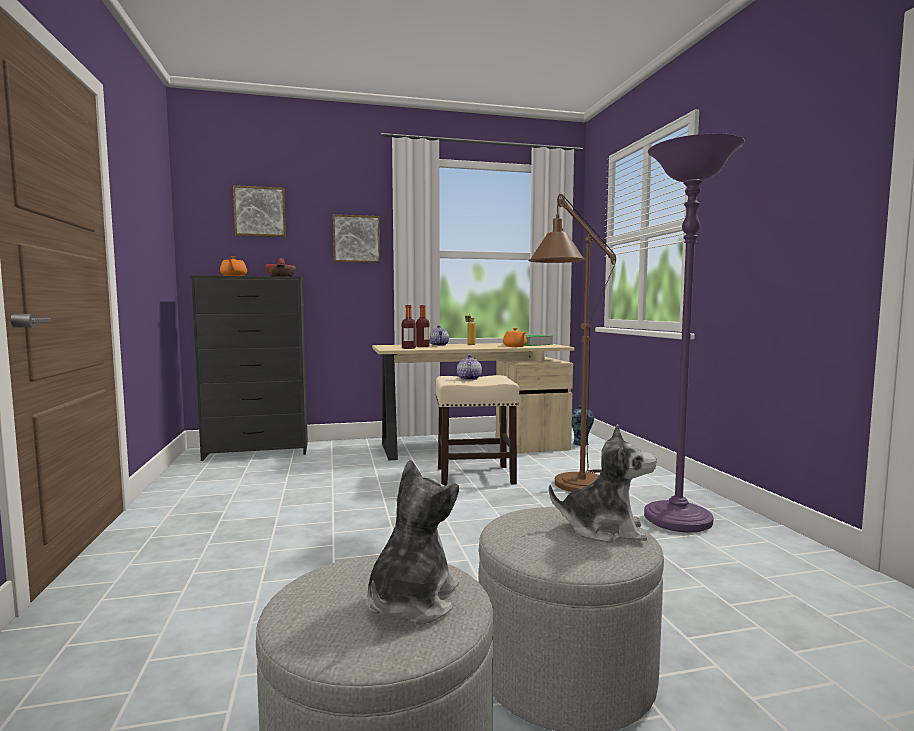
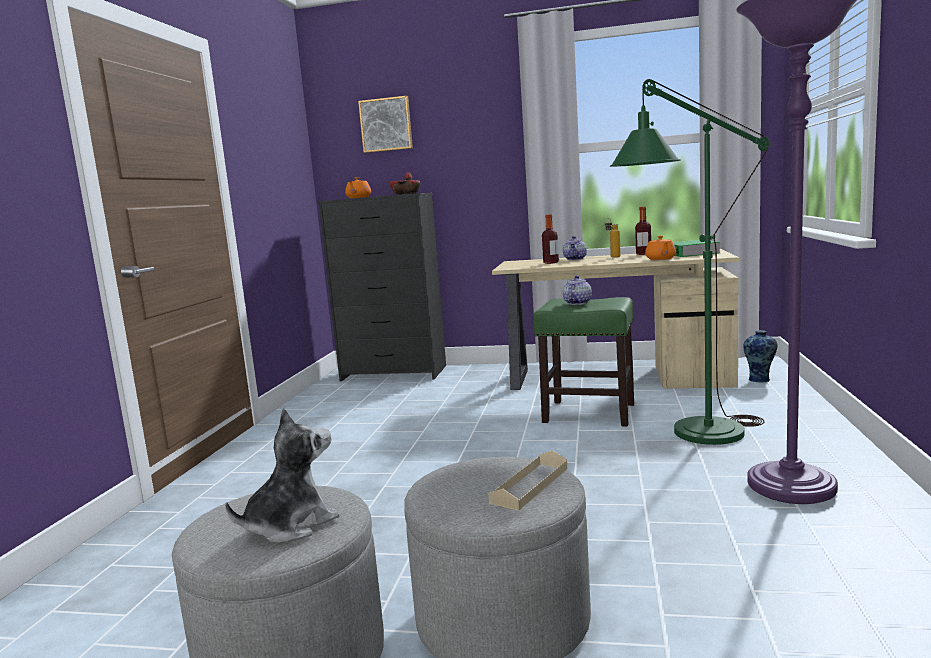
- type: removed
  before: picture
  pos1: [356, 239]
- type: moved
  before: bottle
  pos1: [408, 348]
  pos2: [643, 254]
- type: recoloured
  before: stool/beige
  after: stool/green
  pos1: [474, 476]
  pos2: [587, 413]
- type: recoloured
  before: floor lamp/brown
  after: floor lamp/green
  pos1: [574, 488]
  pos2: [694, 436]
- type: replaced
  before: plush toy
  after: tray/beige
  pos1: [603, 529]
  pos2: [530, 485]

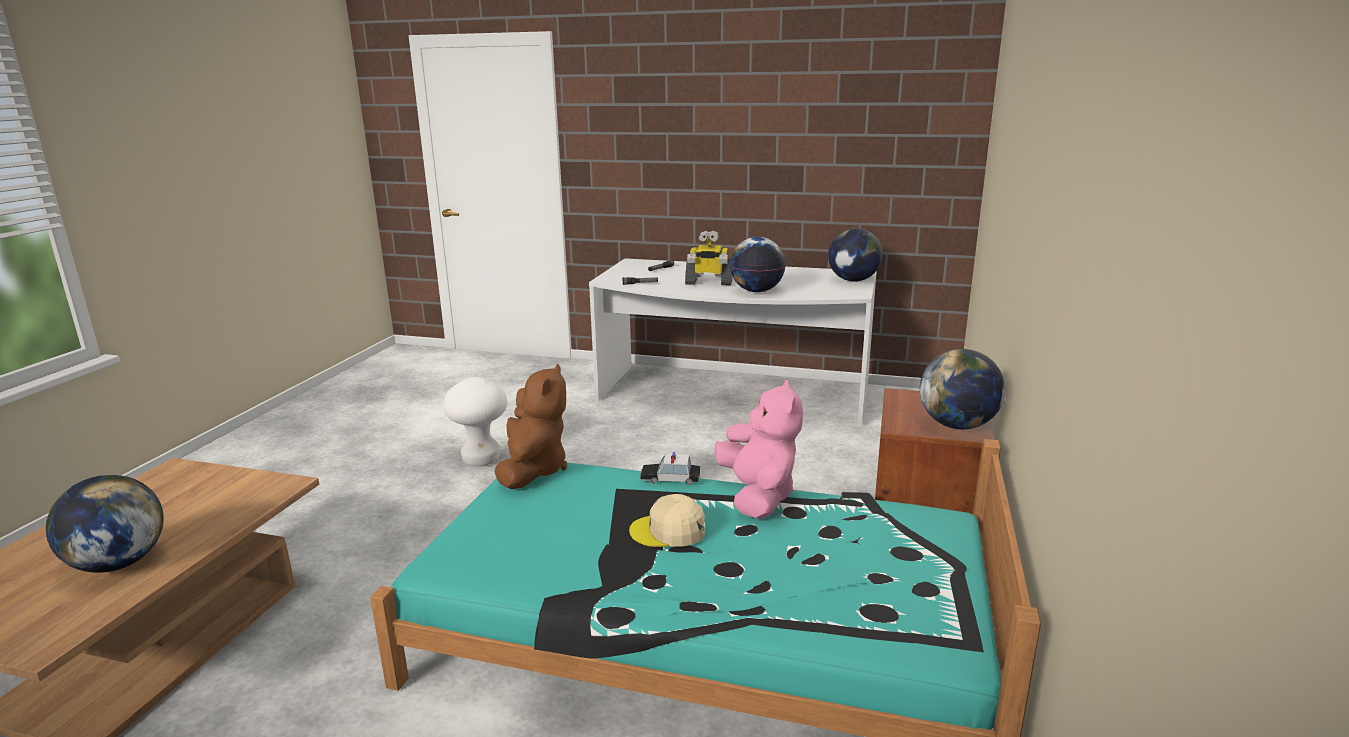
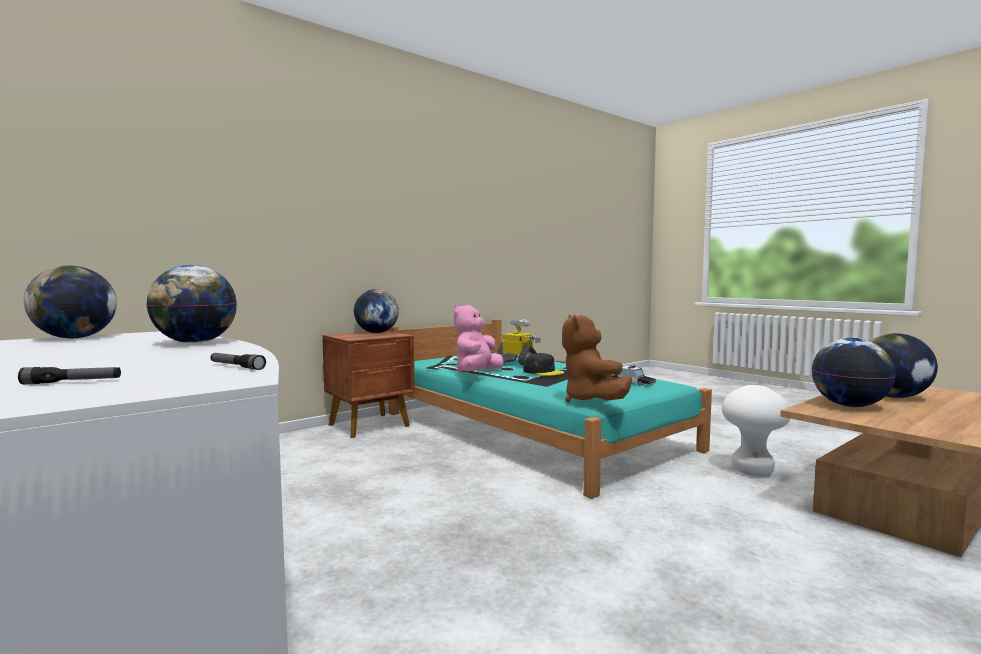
- type: moved
  before: stool/white
  pos1: [481, 460]
  pos2: [752, 471]
- type: turned
  before: plush toy/brown
  pos1: [533, 470]
  pos2: [591, 401]
  turn: -45
- type: recoloured
  before: cap/beige
  after: cap/black
  pos1: [668, 531]
  pos2: [543, 372]
- type: moved
  before: toy car
  pos1: [670, 478]
  pos2: [633, 383]
- type: moved
  before: toy robot
  pos1: [708, 282]
  pos2: [518, 362]
- type: added
  after: globe
  pos2: [849, 406]

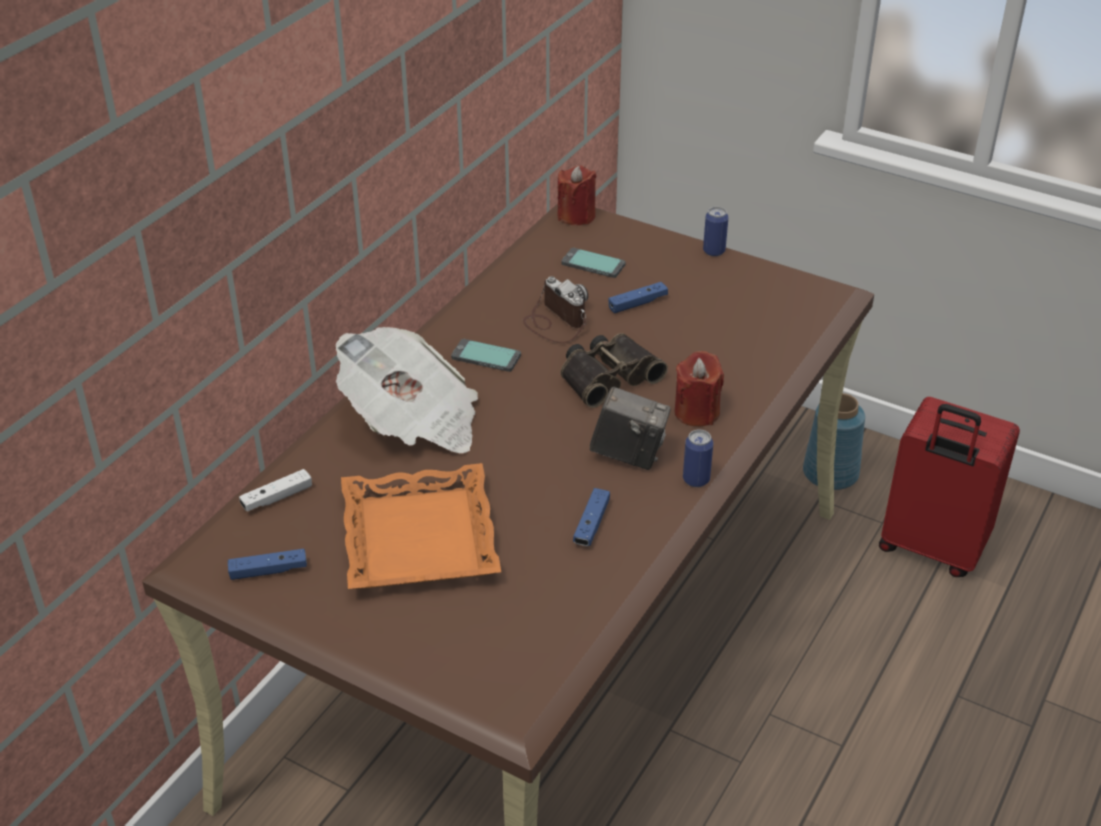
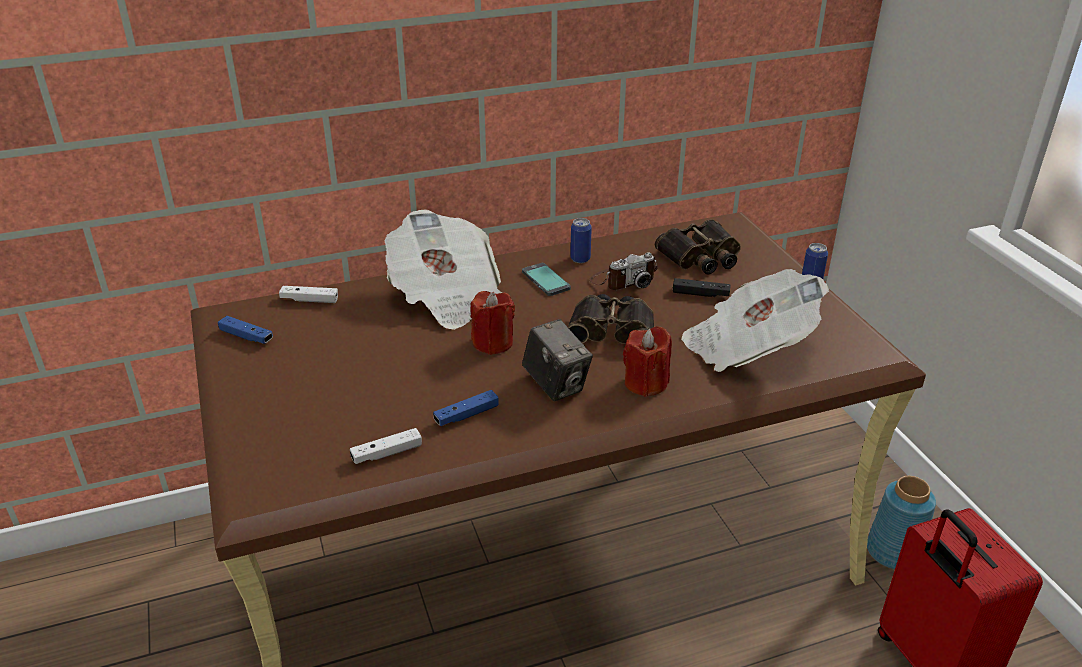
- type: removed
  before: tray/orange
  pos1: [421, 538]
- type: turned
  before: photo camera
  pos1: [555, 321]
  pos2: [623, 280]
  turn: 60
- type: moved
  before: candle/red
  pos1: [576, 216]
  pos2: [492, 343]
- type: replaced
  before: phone
  after: binoculars
  pos1: [593, 264]
  pos2: [701, 257]
- type: recoloured
  before: game controller/blue
  after: game controller/black
  pos1: [637, 303]
  pos2: [700, 294]
- type: moved
  before: can
  pos1: [696, 479]
  pos2: [580, 259]
- type: added
  after: game controller/white
  pos2: [387, 453]
- type: added
  after: newspaper
  pos2: [747, 348]

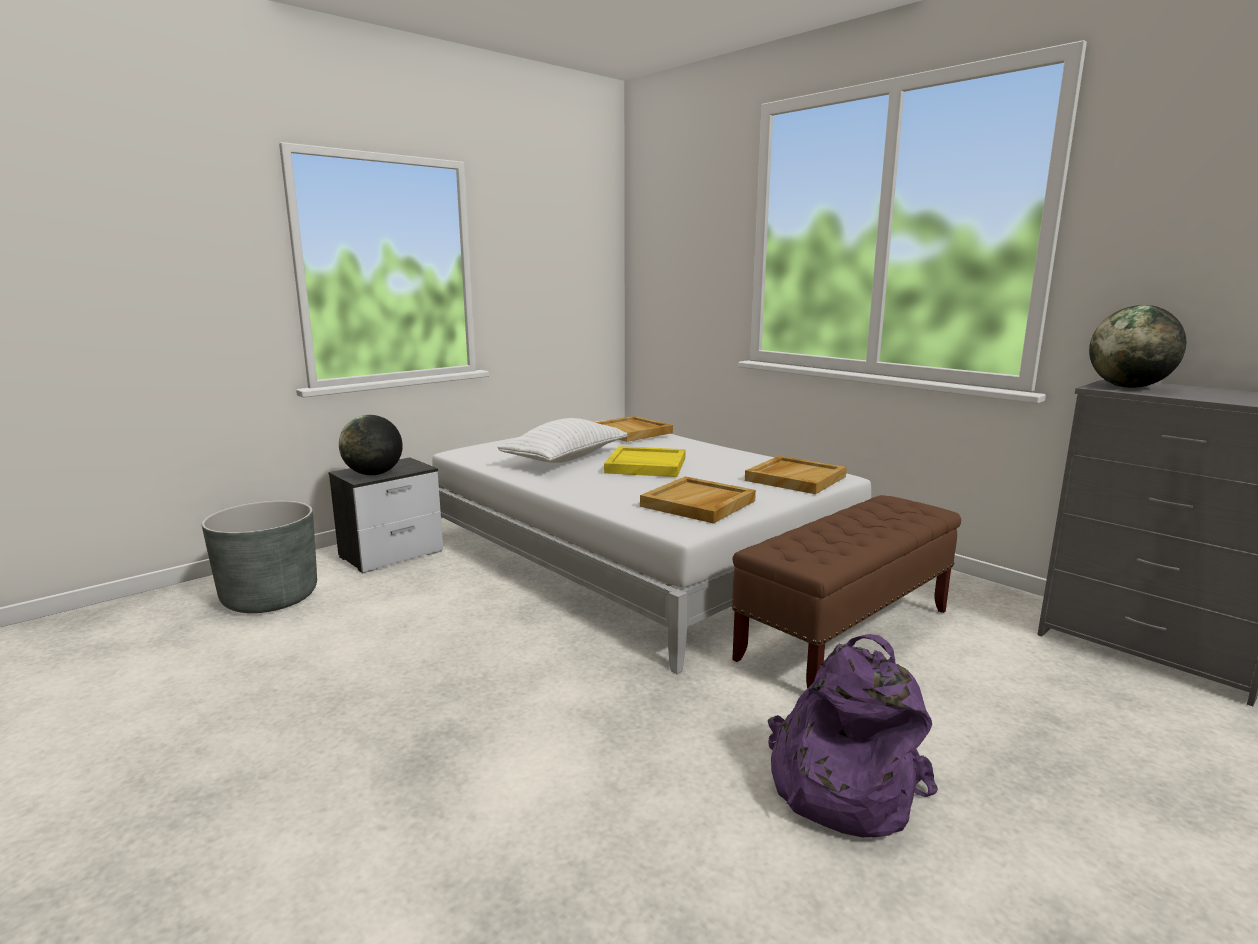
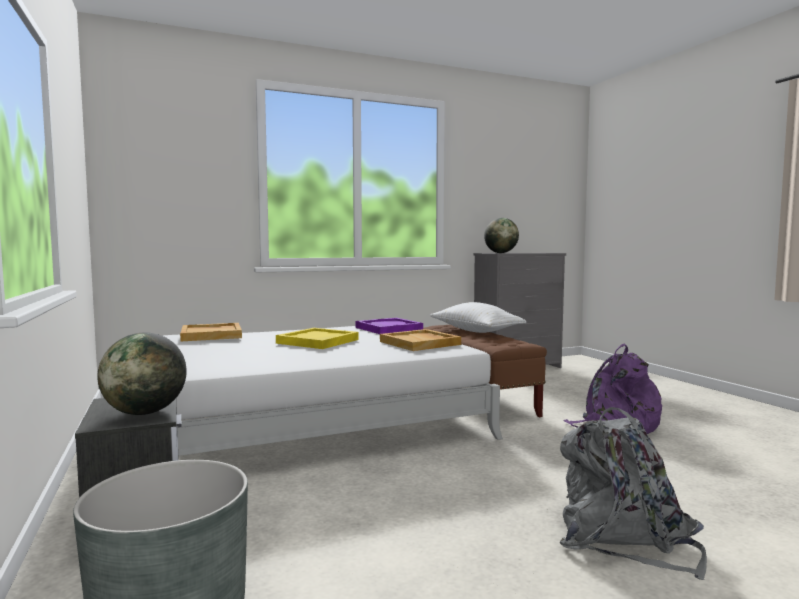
- type: moved
  before: pillow/white
  pos1: [565, 459]
  pos2: [475, 331]
- type: recoloured
  before: tray/beige
  after: tray/purple
  pos1: [795, 478]
  pos2: [388, 328]
- type: added
  after: backpack/grey
  pos2: [624, 539]

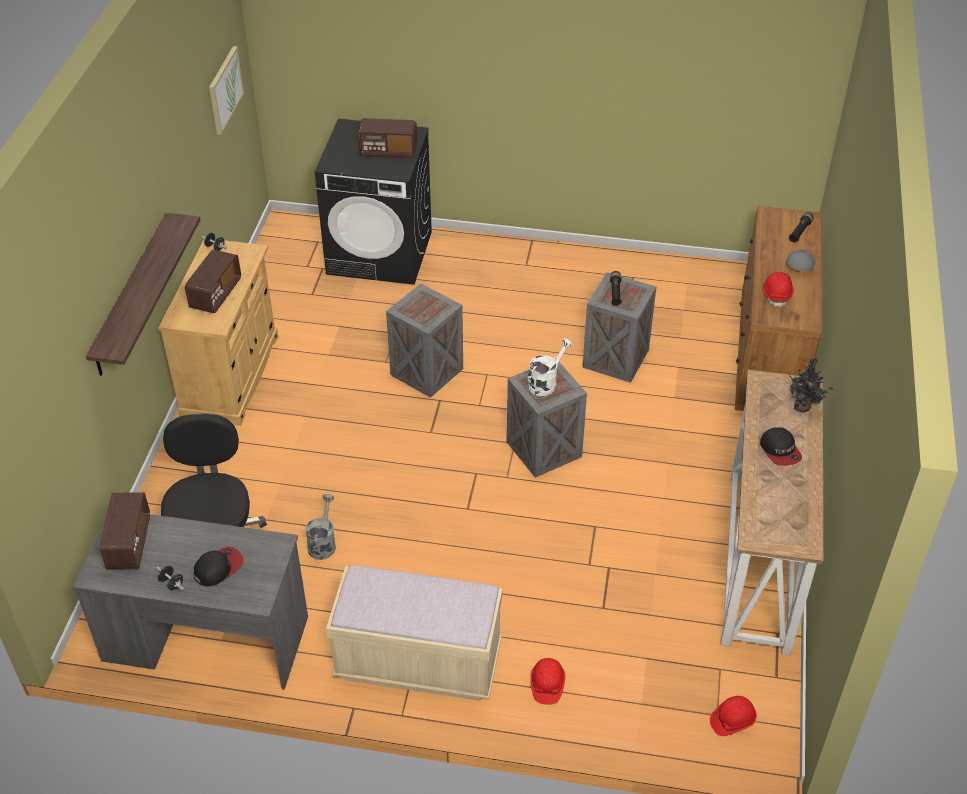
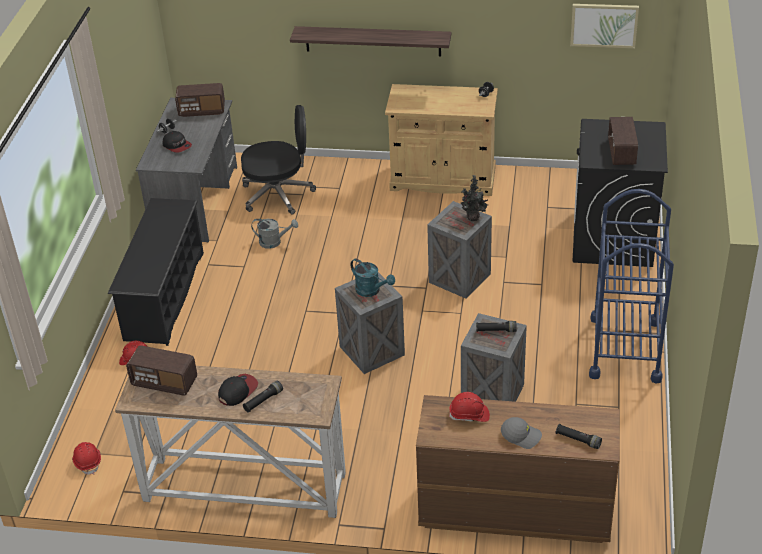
- type: moved
  before: radio
  pos1: [215, 294]
  pos2: [164, 382]
- type: replaced
  before: bench/beige
  after: shoe rack/black
  pos1: [418, 662]
  pos2: [164, 296]
- type: recoloured
  before: watering can/white
  after: watering can/turquoise
  pos1: [546, 382]
  pos2: [371, 291]
- type: turned
  before: cap
  pos1: [780, 450]
  pos2: [238, 391]
  turn: 150
- type: moved
  before: potted plant
  pos1: [803, 407]
  pos2: [473, 218]
- type: added
  after: flashlight/black
  pos2: [263, 401]
- type: added
  after: cart/blue
  pos2: [625, 349]

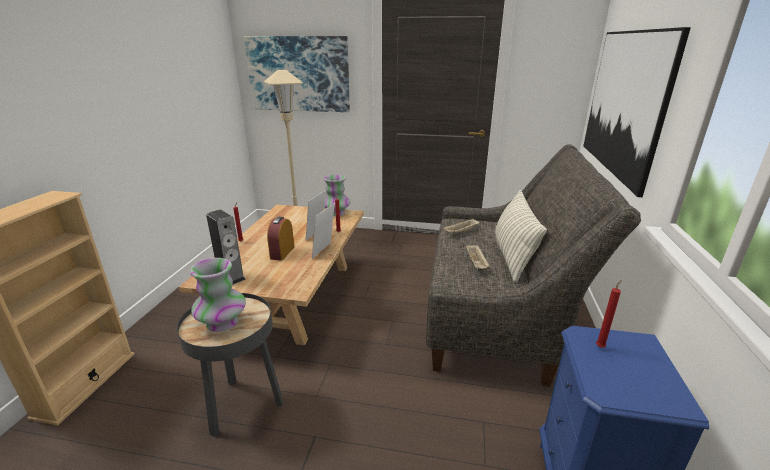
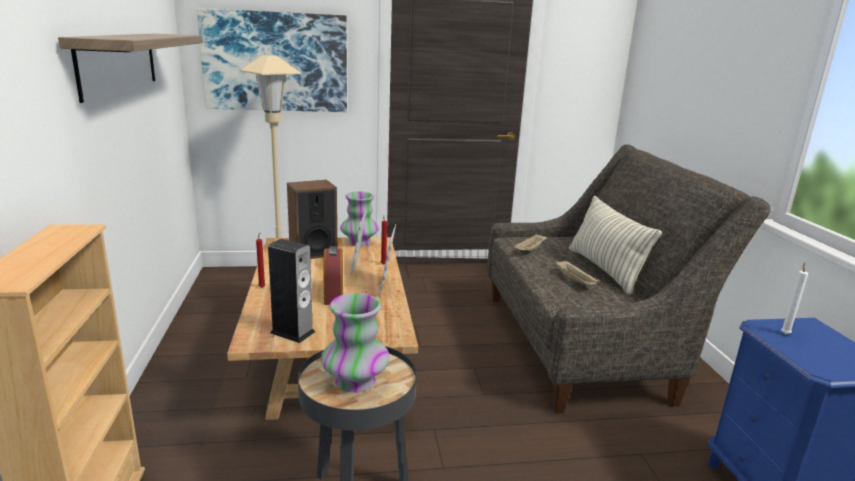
- type: removed
  before: picture
  pos1: [624, 103]
- type: recoloured
  before: candle/red
  after: candle/white
  pos1: [600, 346]
  pos2: [785, 333]
- type: added
  after: shelf
  pos2: [119, 62]
- type: added
  after: speaker
  pos2: [313, 252]

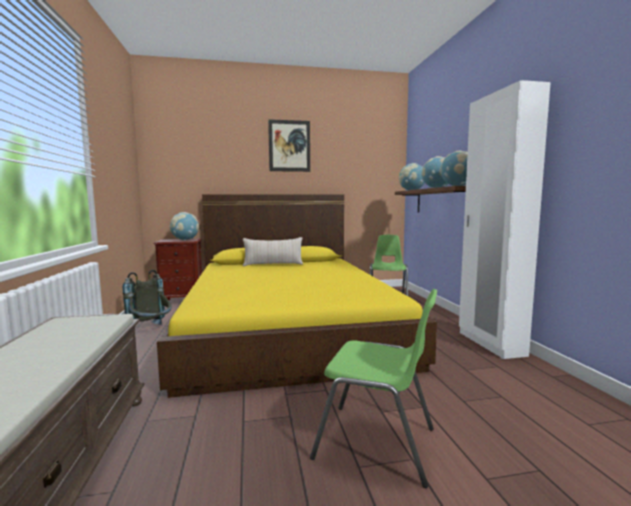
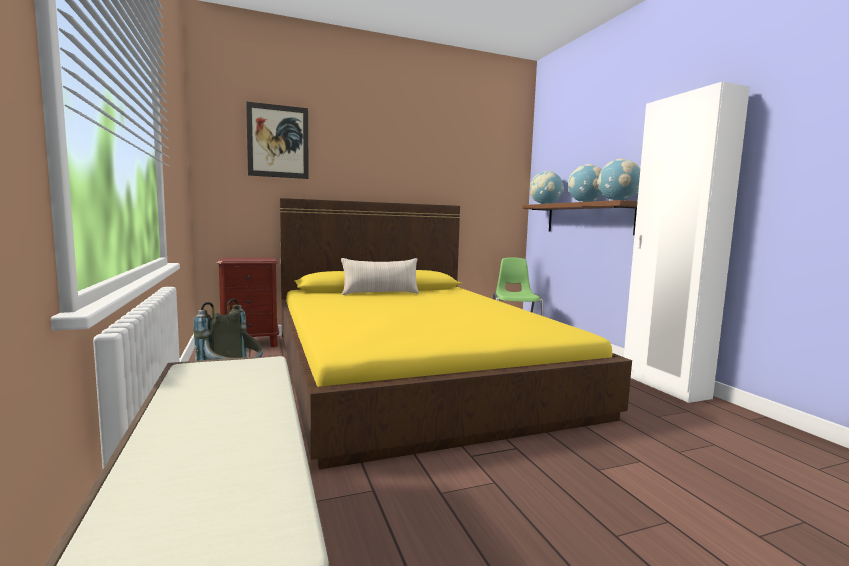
- type: removed
  before: globe
  pos1: [185, 240]
- type: moved
  before: picture
  pos1: [289, 146]
  pos2: [278, 141]
- type: removed
  before: chair/green
  pos1: [377, 443]

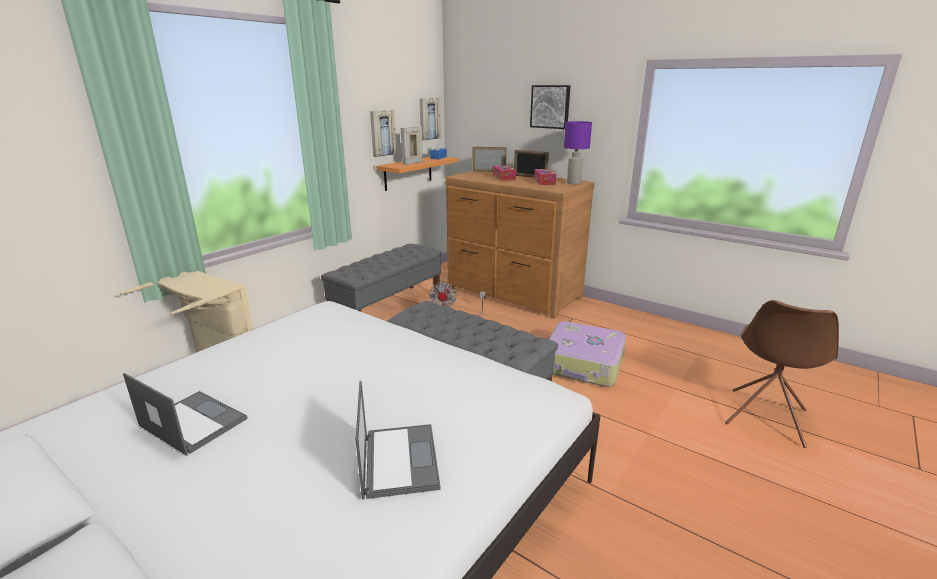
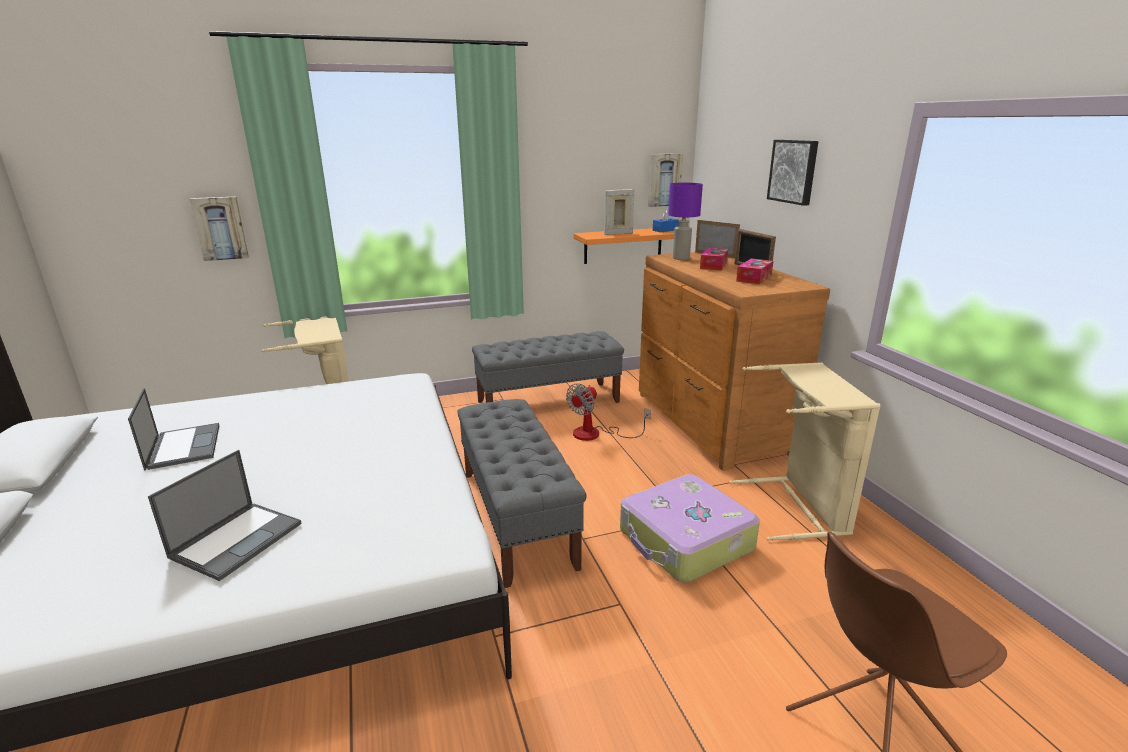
- type: moved
  before: picture
  pos1: [382, 133]
  pos2: [220, 228]
- type: moved
  before: table lamp/purple
  pos1: [573, 183]
  pos2: [680, 258]
- type: added
  after: laundry basket/beige
  pos2: [799, 507]

